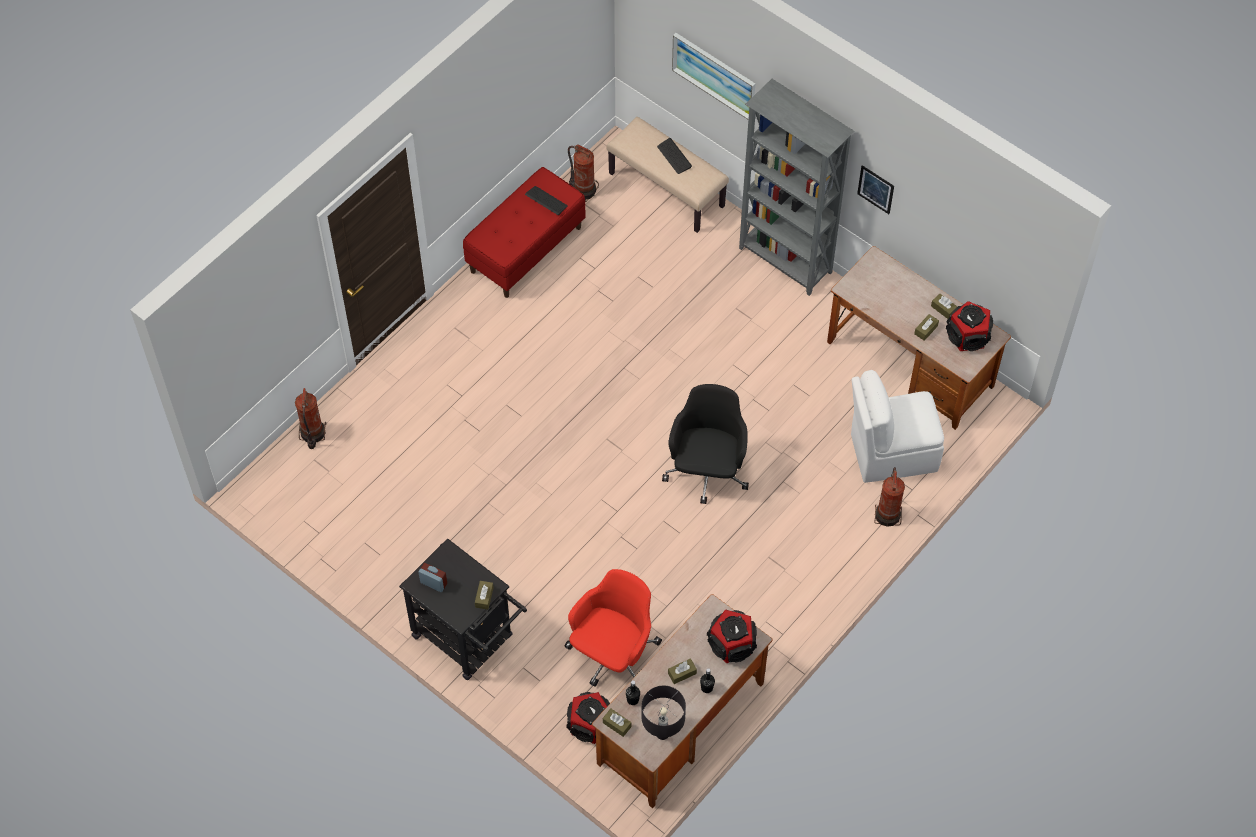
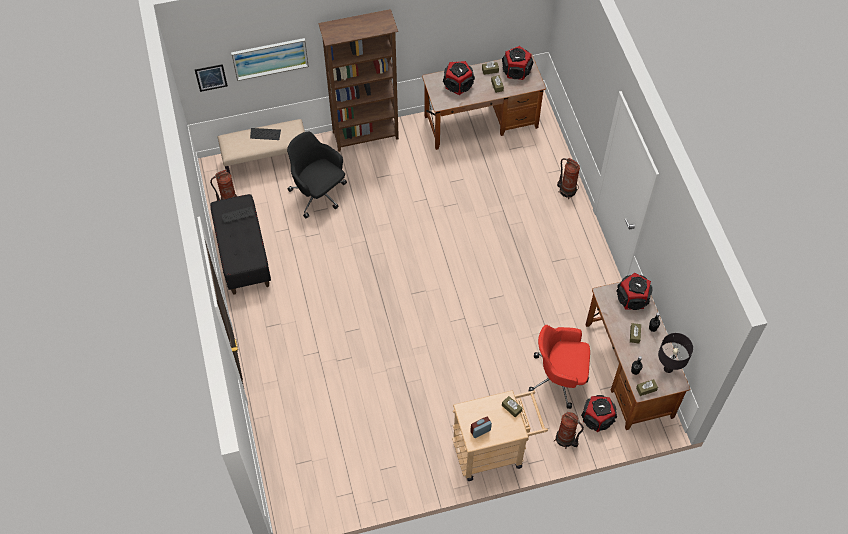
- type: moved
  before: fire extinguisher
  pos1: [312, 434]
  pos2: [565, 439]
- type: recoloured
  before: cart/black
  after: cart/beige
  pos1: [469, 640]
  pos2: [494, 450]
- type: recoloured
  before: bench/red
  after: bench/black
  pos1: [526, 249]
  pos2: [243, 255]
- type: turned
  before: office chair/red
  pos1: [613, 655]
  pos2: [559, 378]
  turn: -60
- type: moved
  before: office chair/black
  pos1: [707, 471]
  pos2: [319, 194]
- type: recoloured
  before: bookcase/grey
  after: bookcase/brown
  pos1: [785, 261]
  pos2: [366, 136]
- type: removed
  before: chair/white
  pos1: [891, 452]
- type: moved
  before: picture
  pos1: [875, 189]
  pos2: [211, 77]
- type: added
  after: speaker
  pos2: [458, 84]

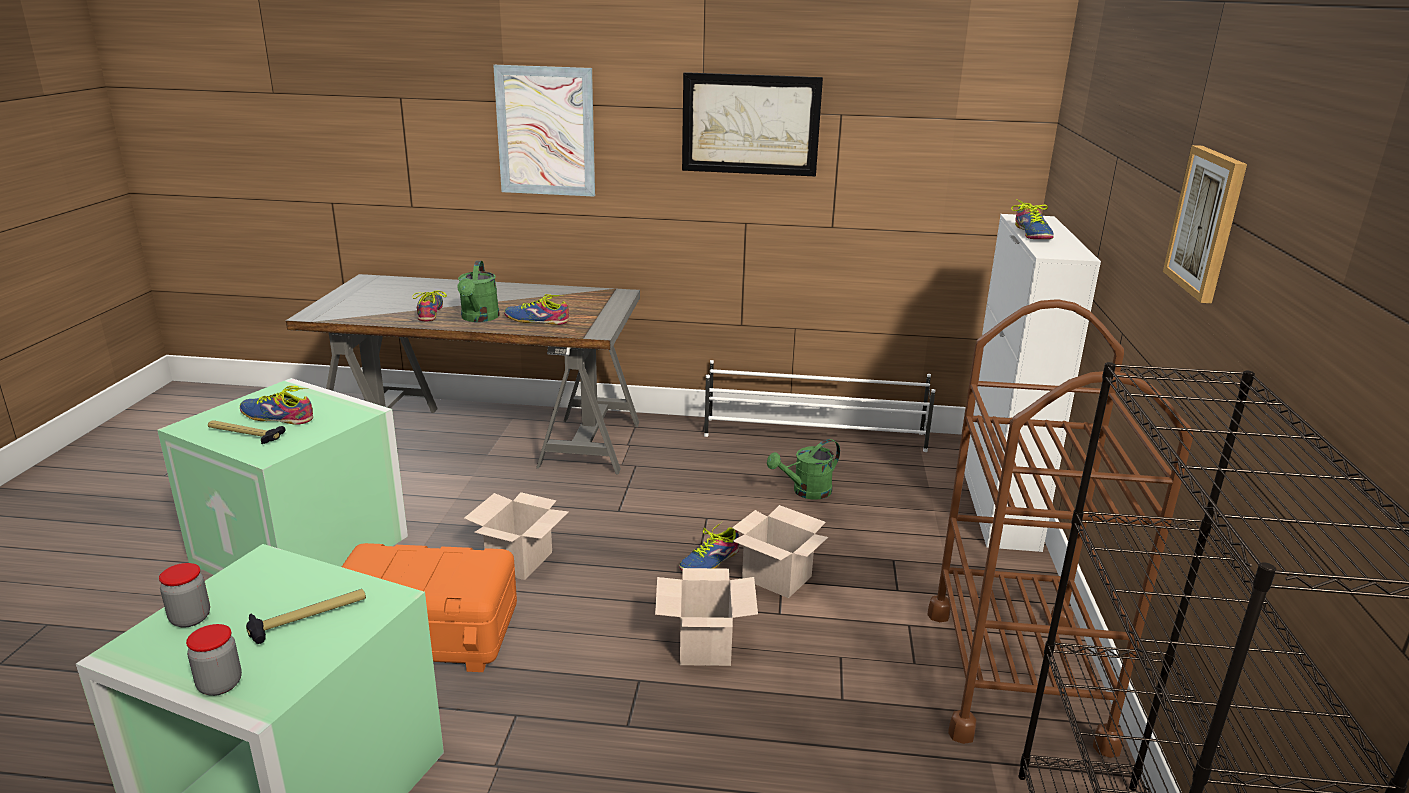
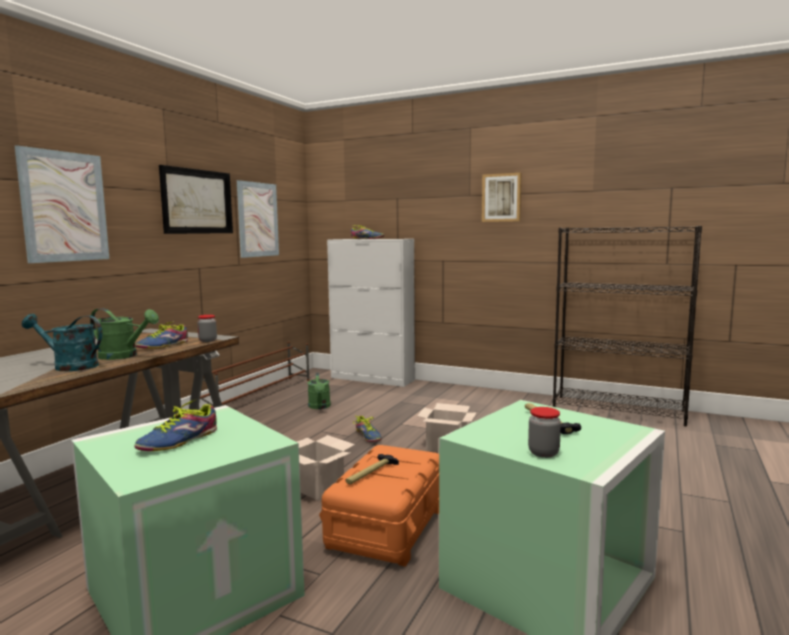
- type: moved
  before: jar
  pos1: [220, 685]
  pos2: [208, 340]
- type: moved
  before: hammer
  pos1: [244, 435]
  pos2: [371, 474]
- type: replaced
  before: shoe
  after: watering can/turquoise
  pos1: [430, 312]
  pos2: [69, 366]
- type: recoloured
  before: shoe rack/white
  after: shoe rack/brown
  pos1: [815, 435]
  pos2: [259, 396]
- type: removed
  before: cardboard box
  pos1: [778, 578]
- type: removed
  before: cart/brown
  pos1: [1015, 676]
- type: added
  after: picture
  pos2: [258, 219]

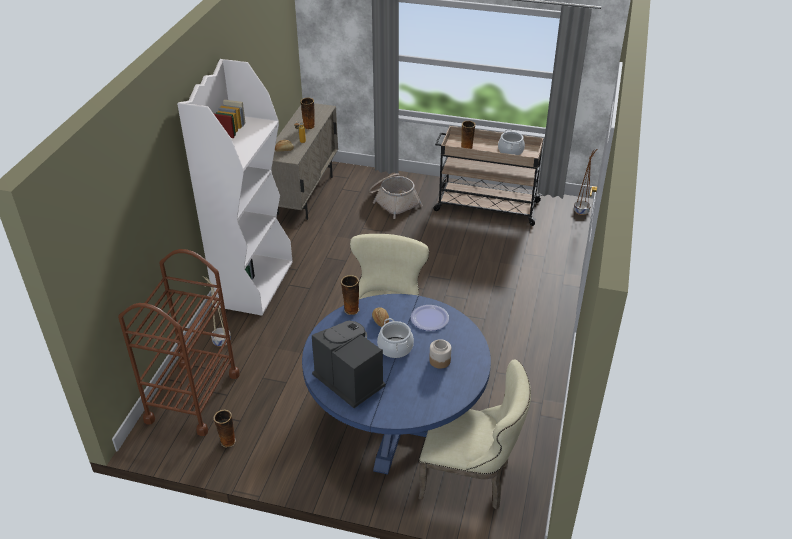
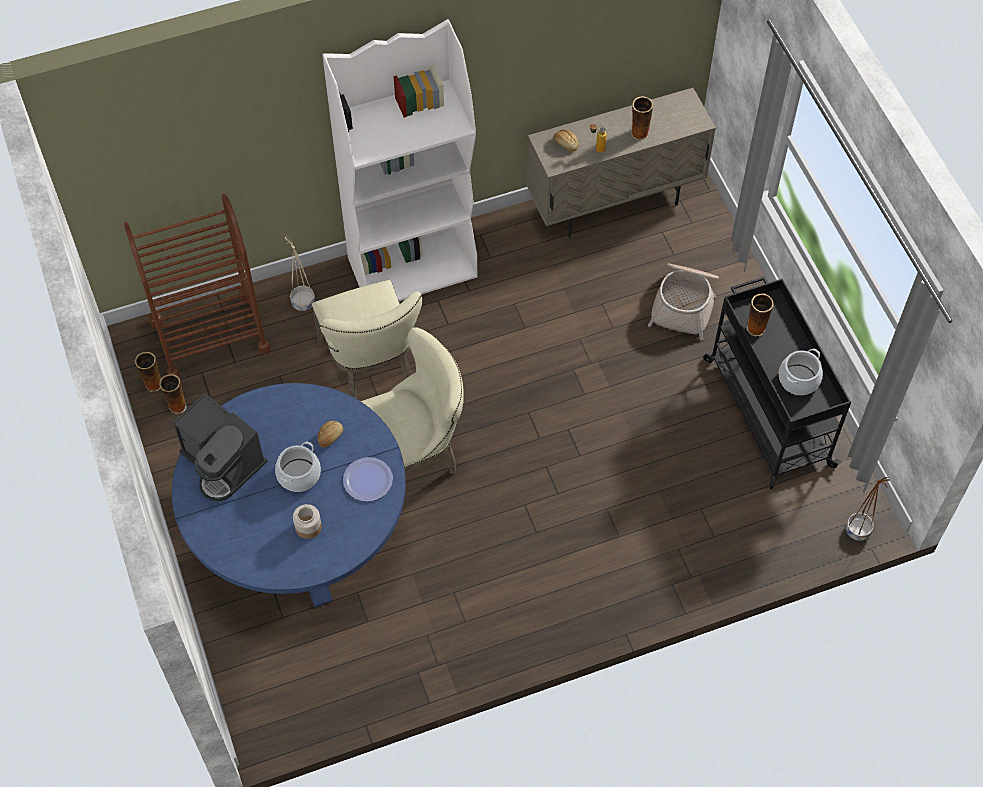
- type: turned
  before: coffee machine
  pos1: [349, 380]
  pos2: [223, 463]
  turn: 120
- type: moved
  before: vase
  pos1: [351, 310]
  pos2: [153, 384]
- type: moved
  before: chair/beige
  pos1: [471, 479]
  pos2: [371, 368]
- type: recoloured
  before: cart/beige
  after: cart/black
  pos1: [485, 206]
  pos2: [767, 410]

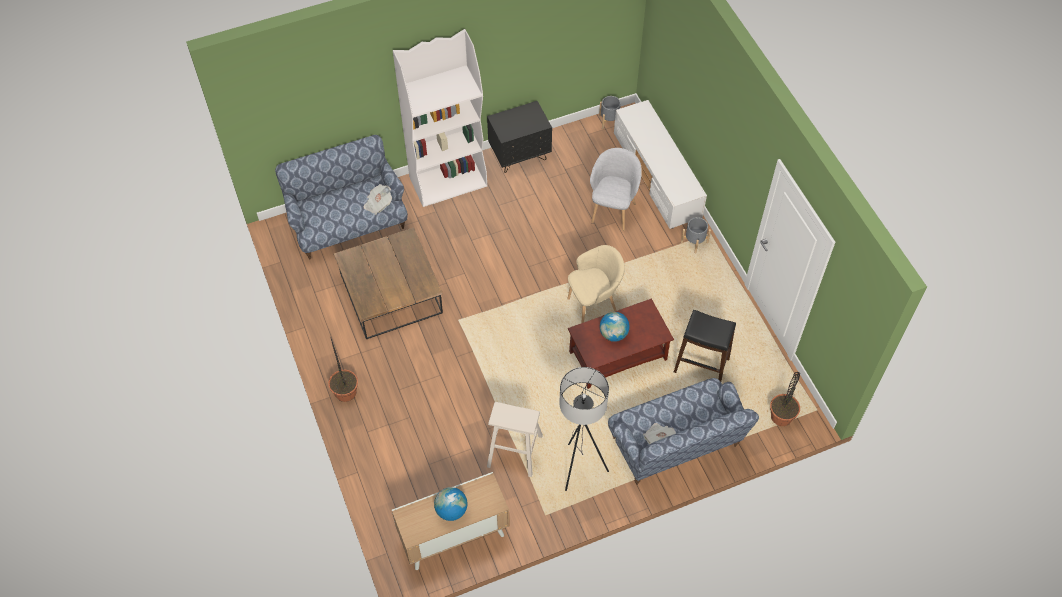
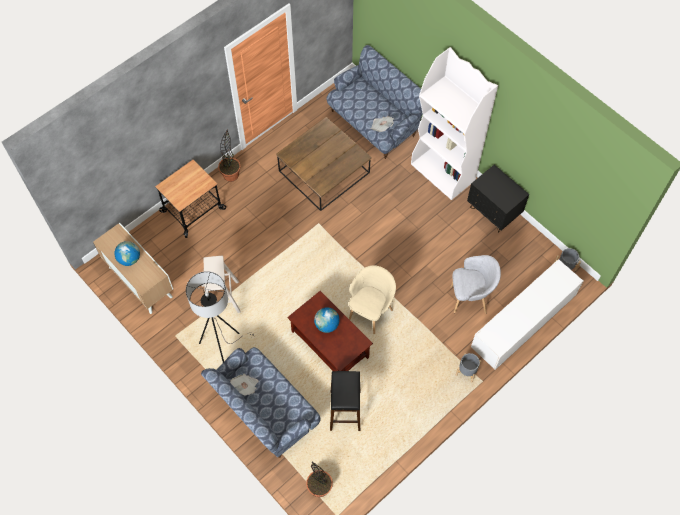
- type: turned
  before: armchair/beige
  pos1: [594, 305]
  pos2: [371, 312]
  turn: -105
- type: added
  after: cart
  pos2: [193, 210]

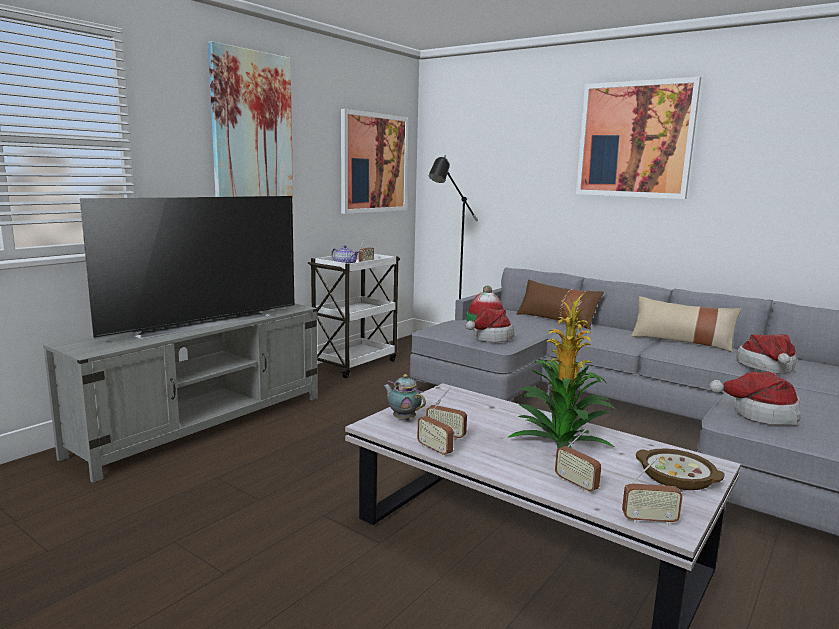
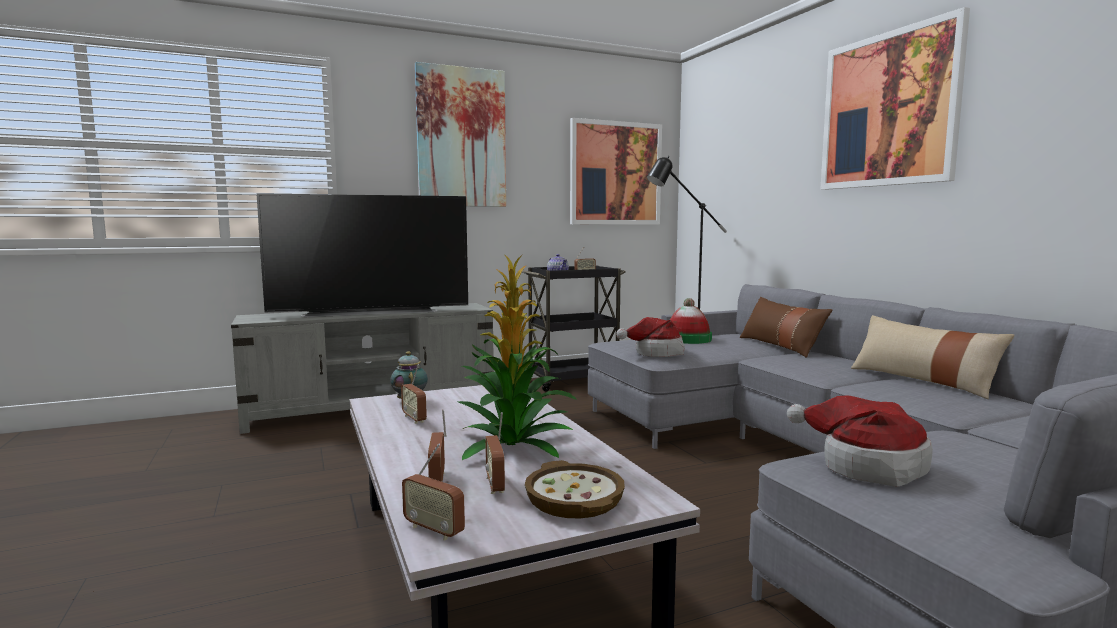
- type: recoloured
  before: cart/white
  after: cart/black
  pos1: [355, 363]
  pos2: [573, 381]
- type: moved
  before: radio
  pos1: [434, 450]
  pos2: [495, 485]
- type: removed
  before: hat
  pos1: [767, 367]

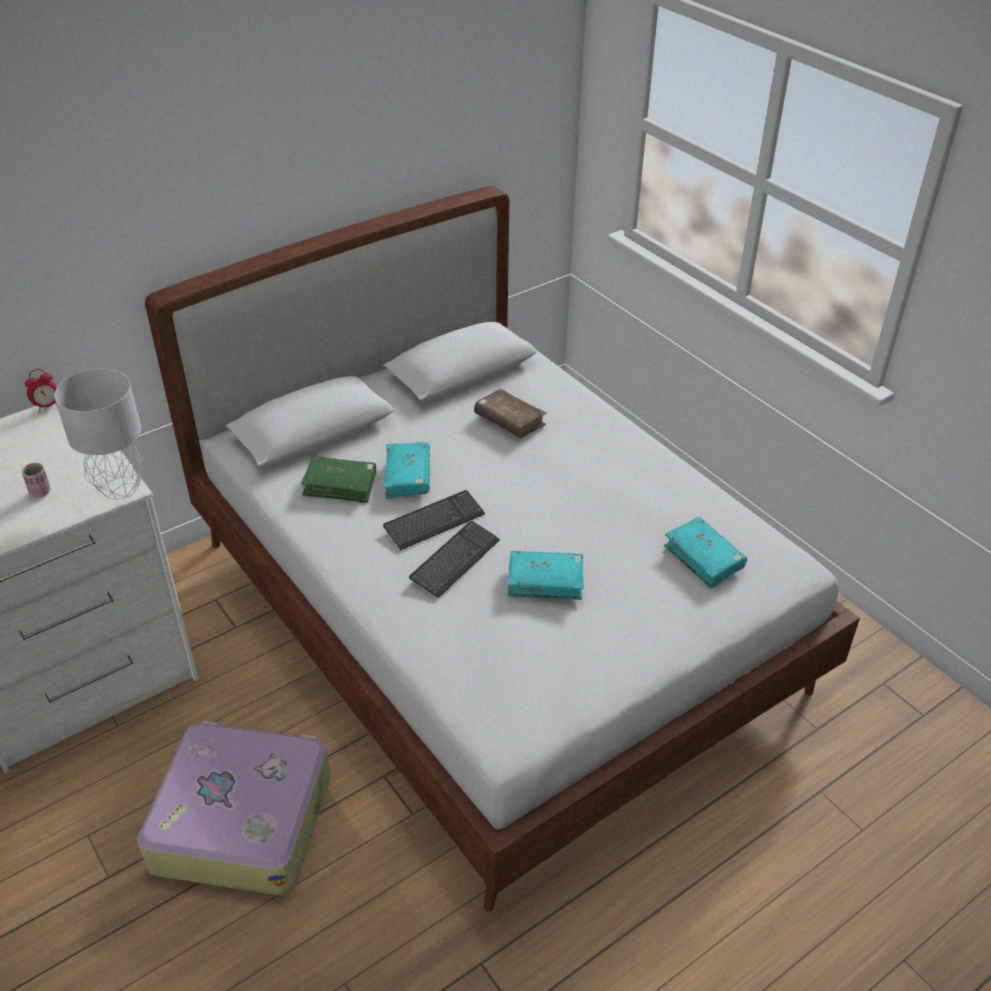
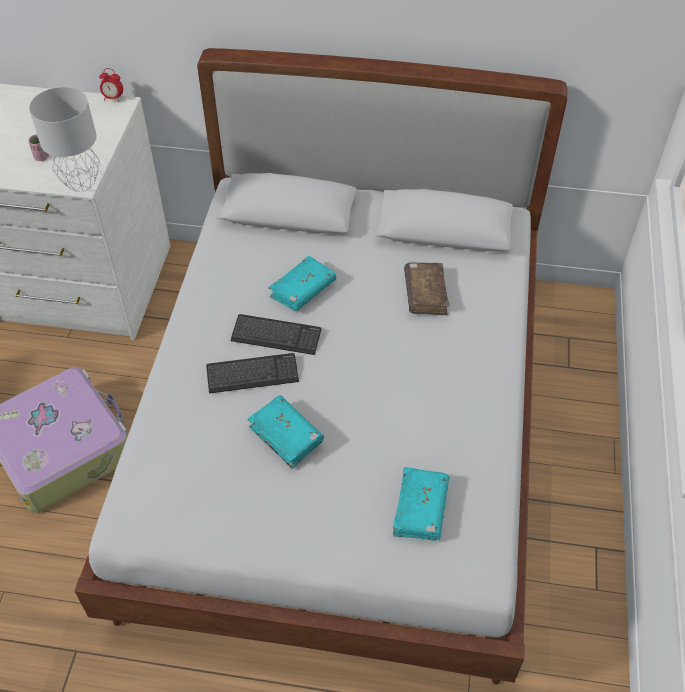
- type: removed
  before: book/green
  pos1: [340, 486]

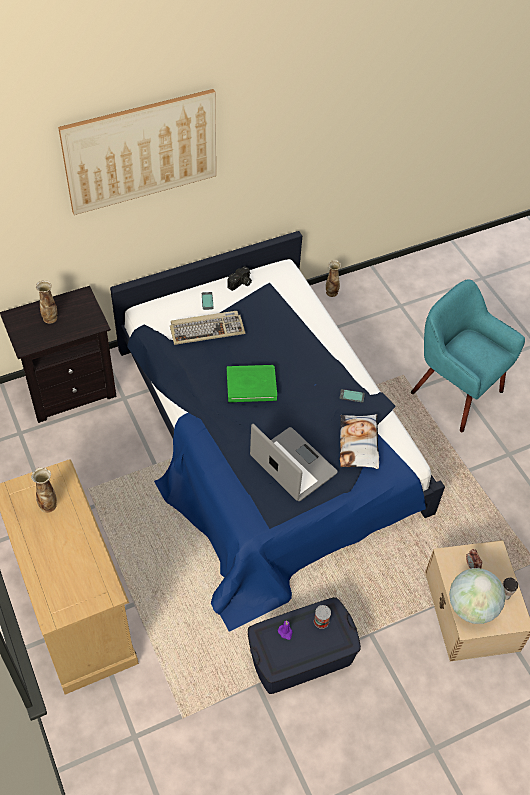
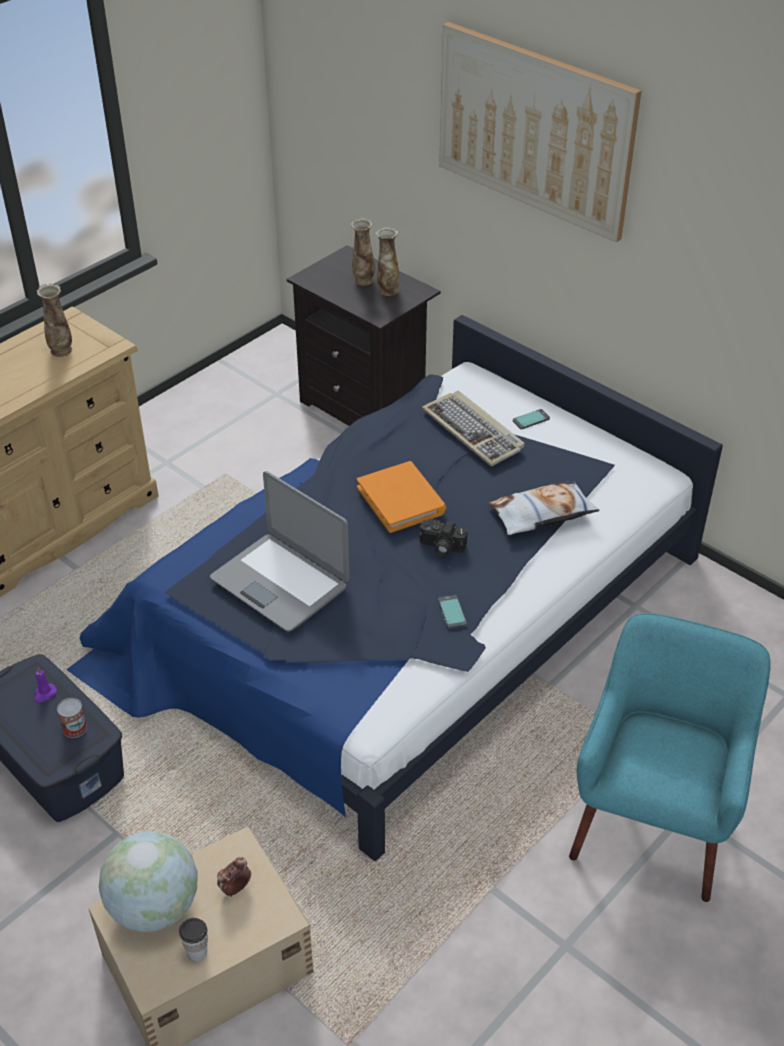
- type: moved
  before: photo camera
  pos1: [240, 284]
  pos2: [441, 547]
- type: recoloured
  before: book/green
  after: book/orange
  pos1: [251, 385]
  pos2: [401, 500]
- type: turned
  before: laptop
  pos1: [292, 466]
  pos2: [280, 582]
  turn: 105
- type: moved
  before: vase
  pos1: [331, 292]
  pos2: [388, 290]
- type: moved
  before: pillow
  pos1: [359, 444]
  pos2: [542, 514]

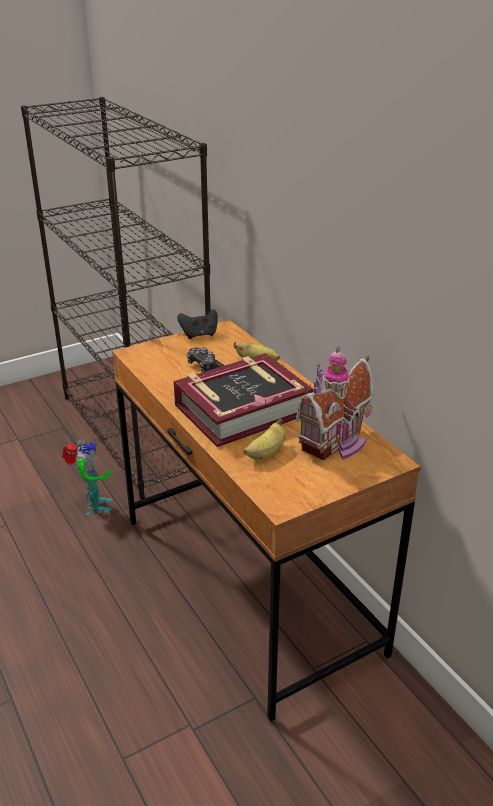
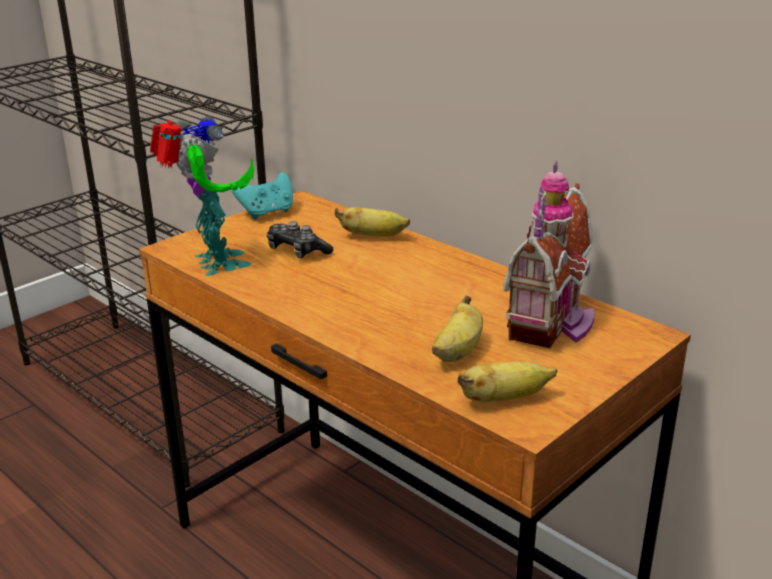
- type: moved
  before: toy robot
  pos1: [94, 506]
  pos2: [215, 264]
- type: removed
  before: book
  pos1: [242, 409]
- type: recoloured
  before: game controller/black
  after: game controller/turquoise
  pos1: [199, 335]
  pos2: [267, 213]
- type: added
  after: banana
  pos2: [504, 399]

